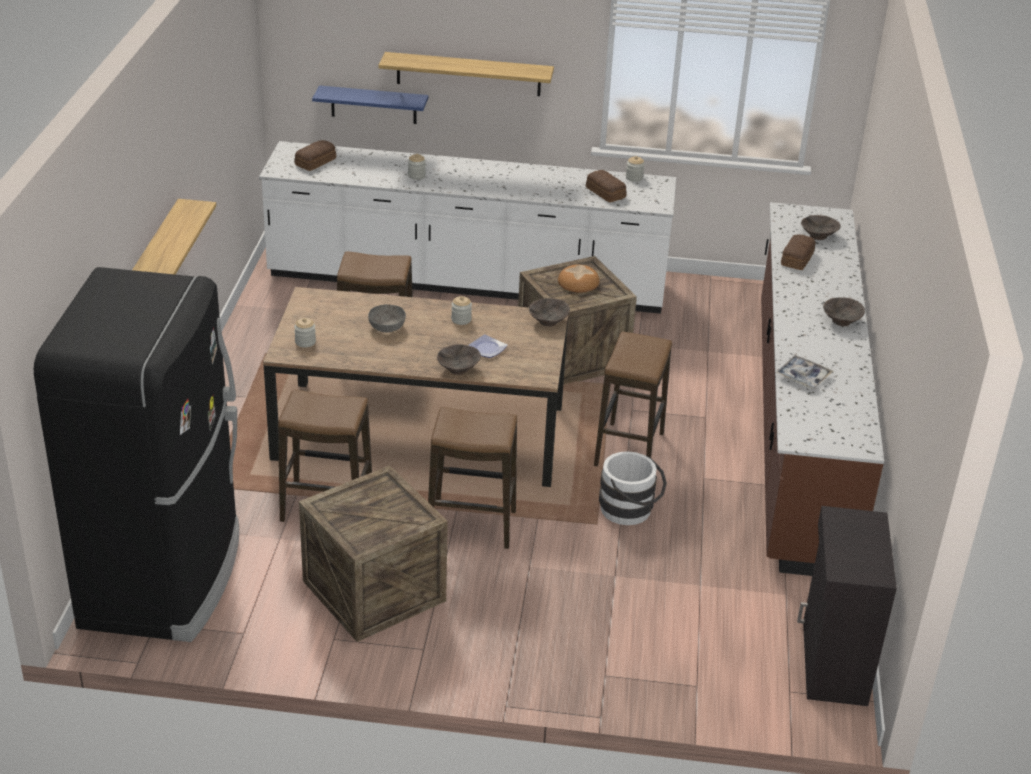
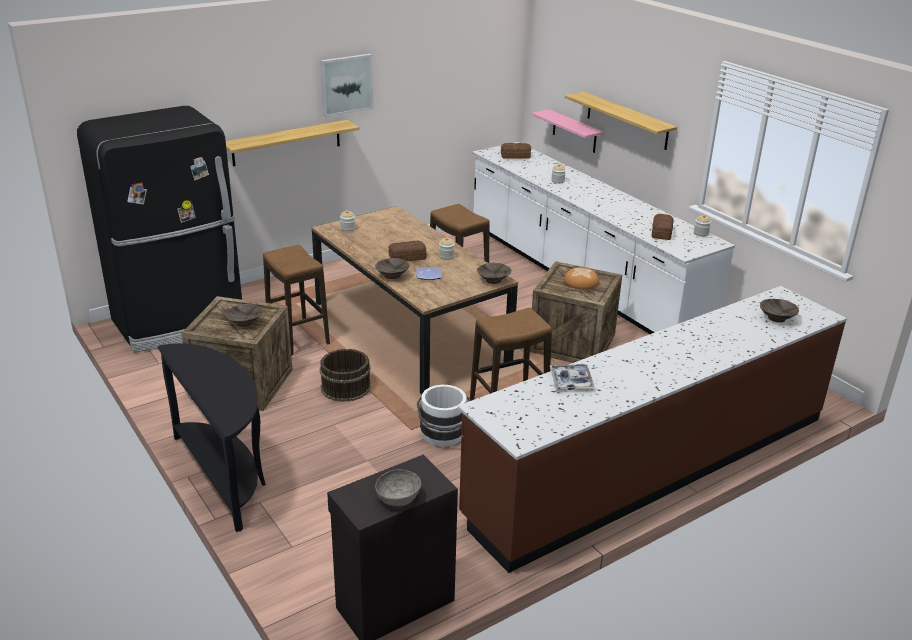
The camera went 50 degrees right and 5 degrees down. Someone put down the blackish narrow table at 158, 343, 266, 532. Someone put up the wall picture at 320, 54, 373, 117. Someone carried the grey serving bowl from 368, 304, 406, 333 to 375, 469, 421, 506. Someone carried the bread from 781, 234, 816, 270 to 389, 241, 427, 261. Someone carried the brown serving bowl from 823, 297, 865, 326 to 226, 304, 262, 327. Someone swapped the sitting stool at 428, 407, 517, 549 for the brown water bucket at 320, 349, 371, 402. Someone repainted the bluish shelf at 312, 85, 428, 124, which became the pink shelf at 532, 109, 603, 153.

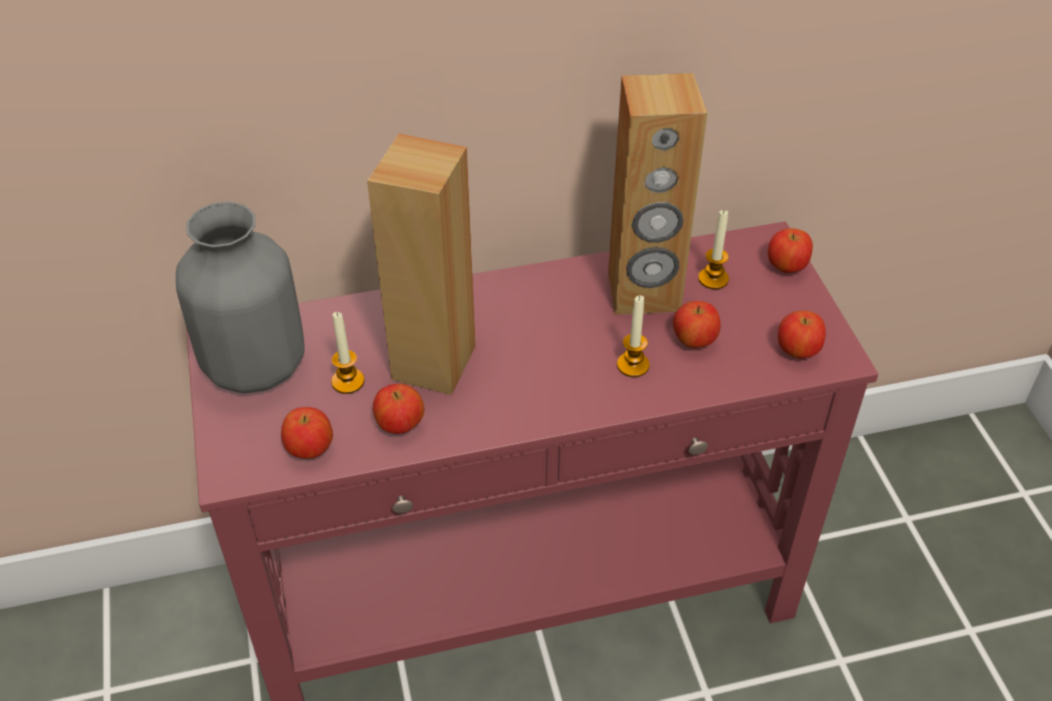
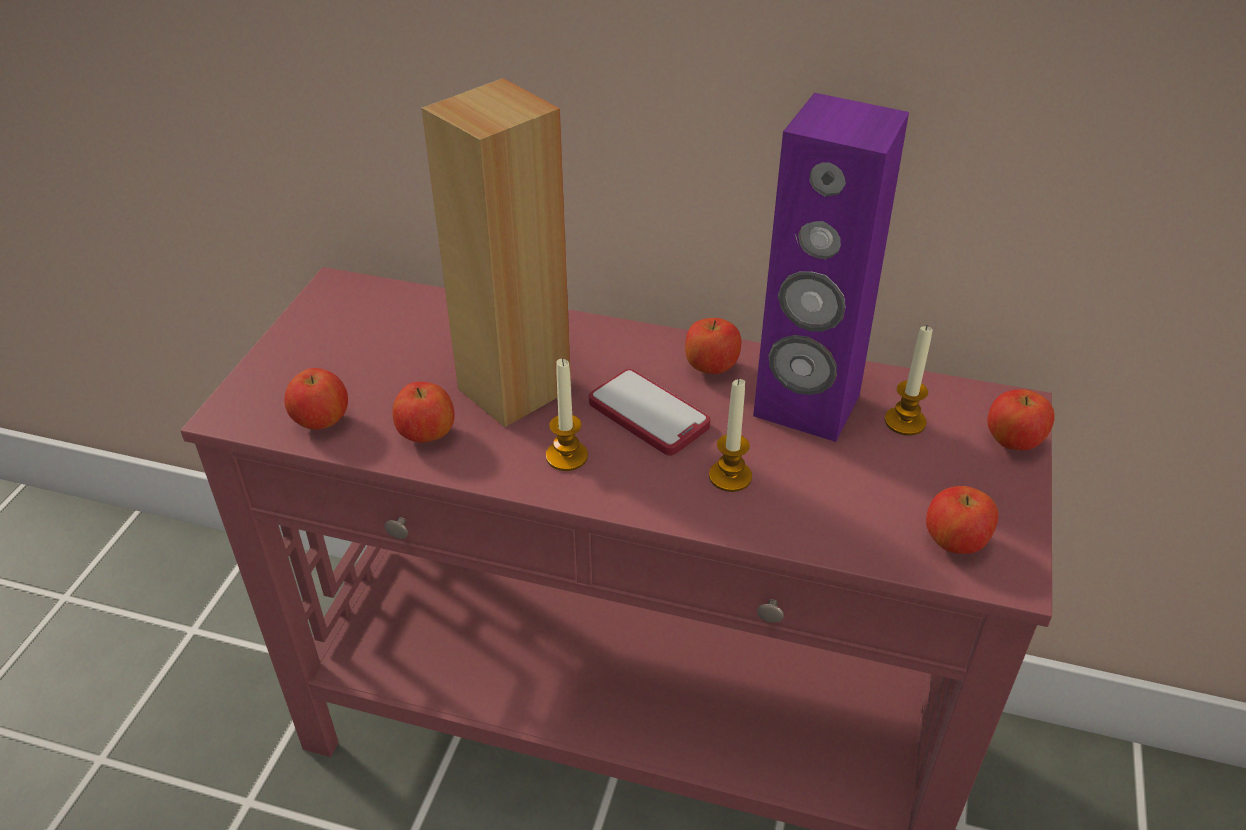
The camera went 30 degrees right and 5 degrees down. Someone took away the grey decorative vase at 176, 202, 304, 393. Someone put down the phone at 589, 369, 710, 456. Someone carried the wax light from 331, 312, 365, 394 to 546, 358, 588, 471. Someone carried the whole apple from 673, 301, 721, 348 to 685, 318, 741, 374. Someone repainted the brown speaker at 608, 73, 707, 315, which became the purple speaker at 753, 93, 909, 442.

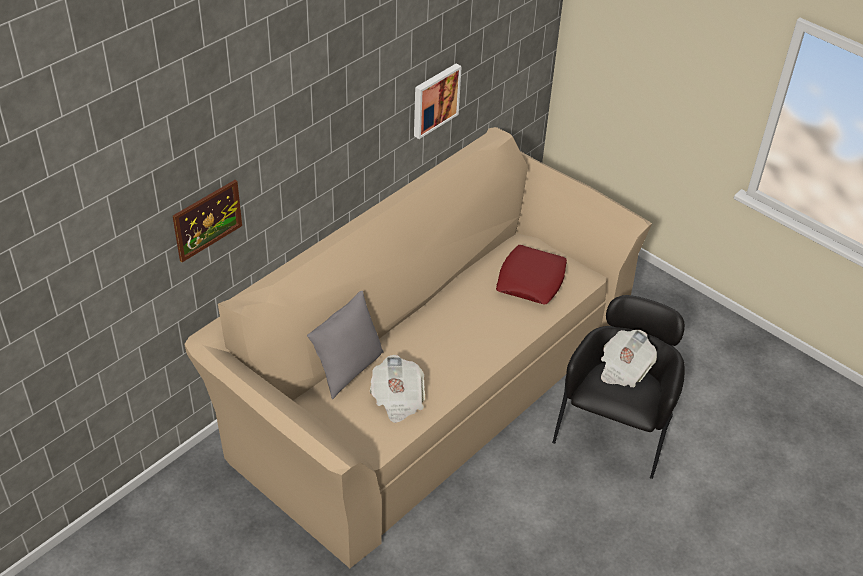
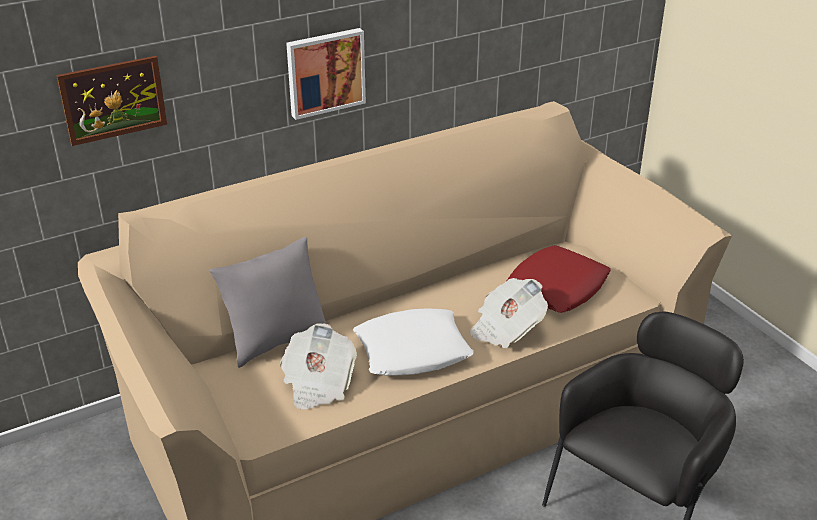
The camera went 20 degrees right and 10 degrees down. Someone put down the whitish throw pillow at 353, 308, 474, 375. Someone carried the wall picture from 414, 64, 462, 139 to 286, 28, 366, 120. Someone carried the printed paper from 601, 330, 657, 388 to 470, 278, 548, 348.

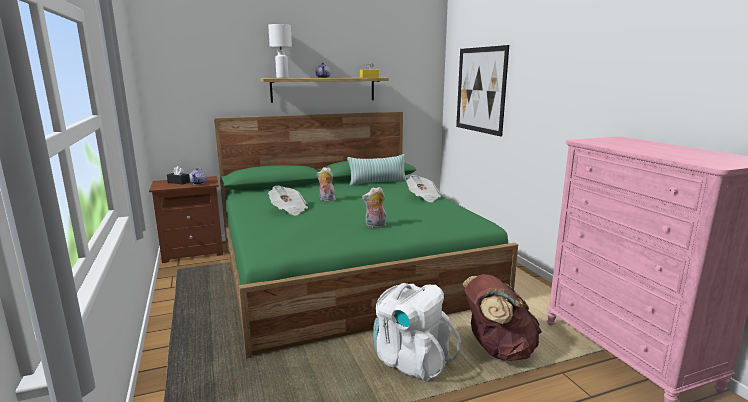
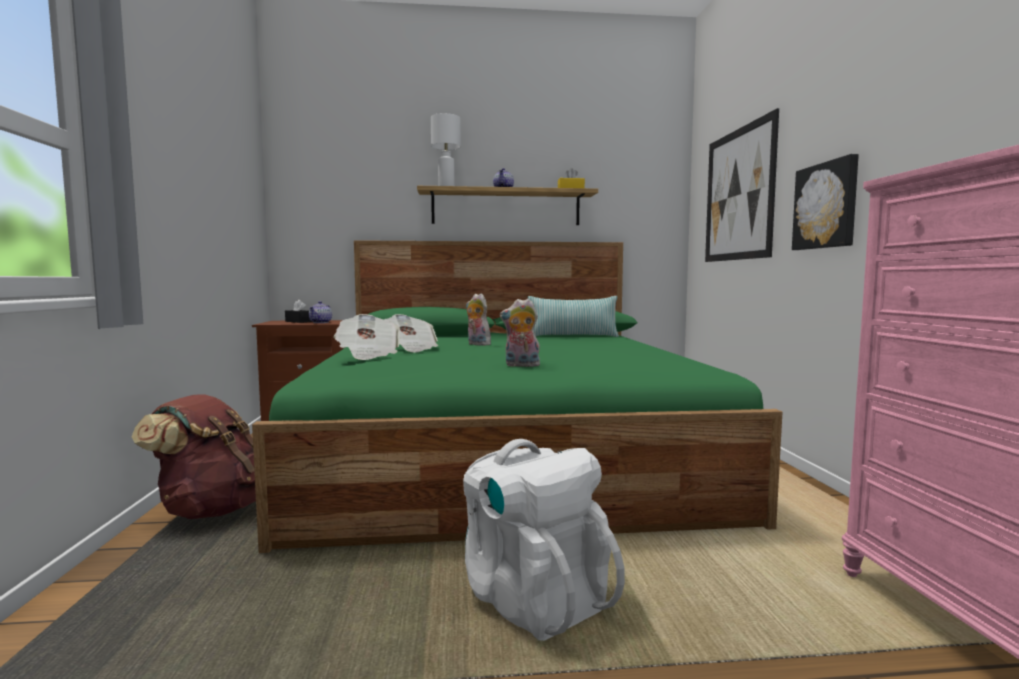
The camera went 15 degrees right and 10 degrees down. Someone put up the wall picture at 792, 154, 859, 250. Someone carried the printed paper from 406, 175, 441, 202 to 334, 314, 400, 360. Someone carried the brown knapsack from 463, 274, 542, 361 to 131, 394, 256, 519.

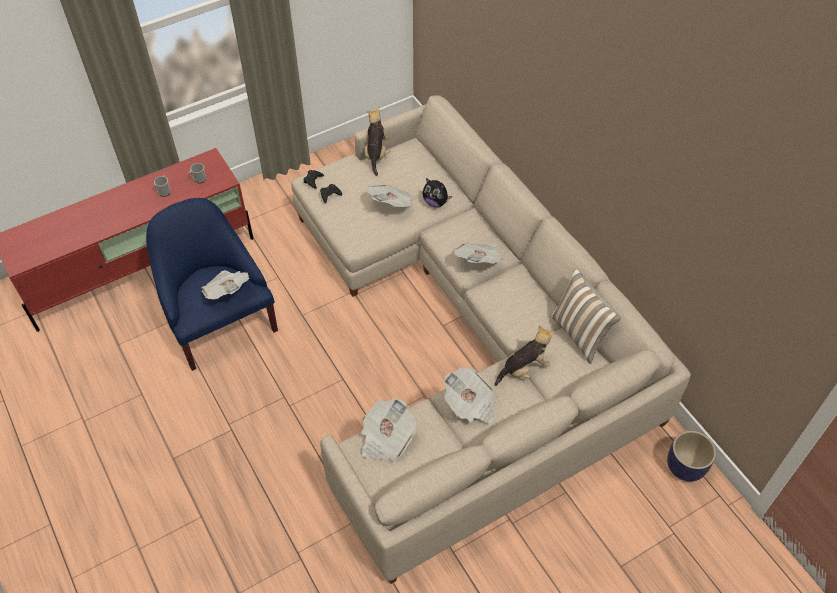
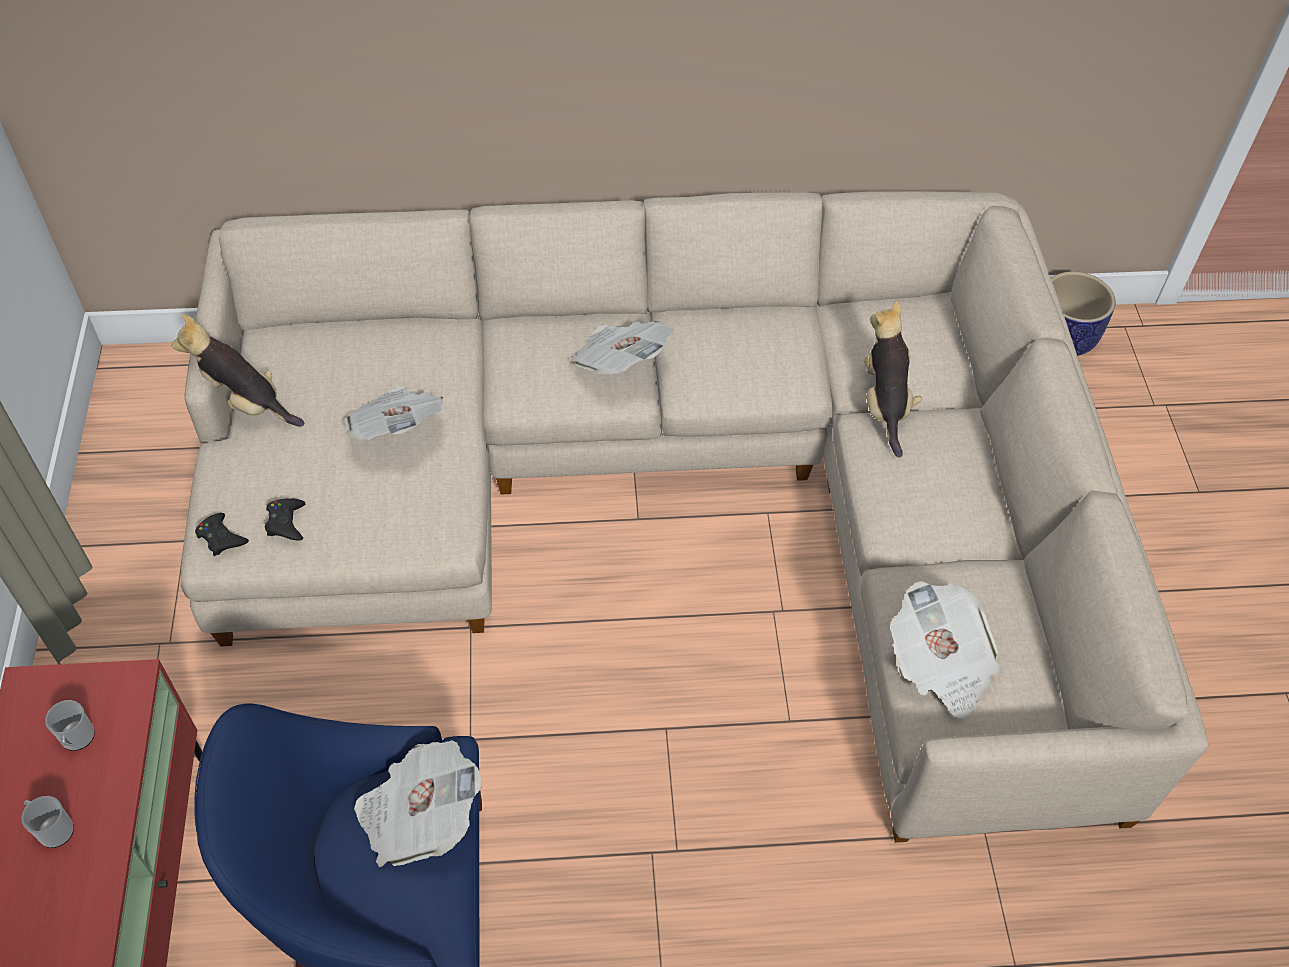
The camera went 65 degrees left and 0 degrees up. Someone took away the cuddly toy at 422, 178, 452, 207. Someone took away the printed paper at 444, 367, 497, 424. Someone took away the throw pillow at 550, 268, 621, 364.

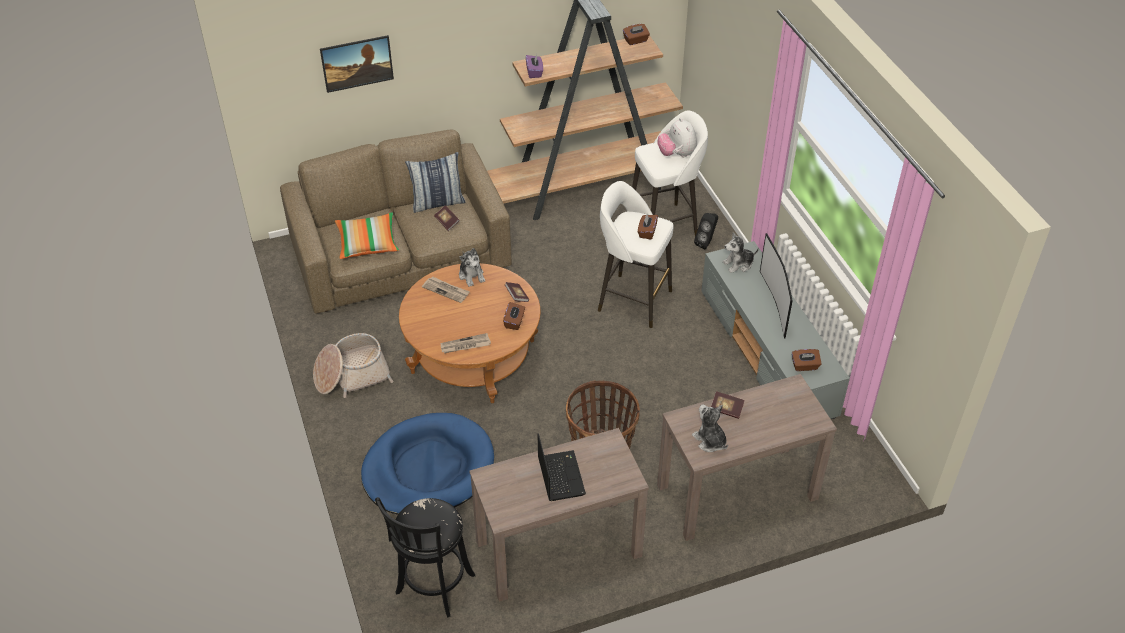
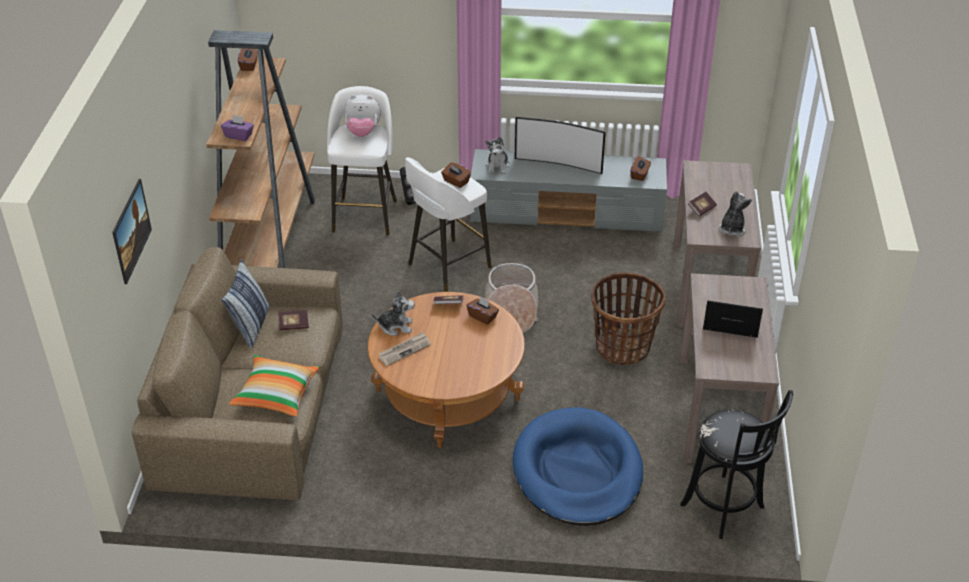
The camera went 65 degrees left and 5 degrees down. Someone took away the printed paper at 441, 333, 491, 353. Someone carried the storage basket from 313, 333, 394, 398 to 485, 263, 538, 333. Someone rotated the cuddly toy at 692, 405, 728, 452 by 120 degrees clockwise.

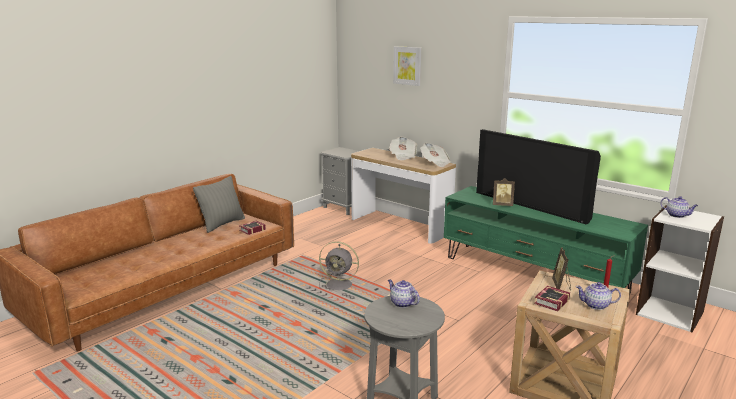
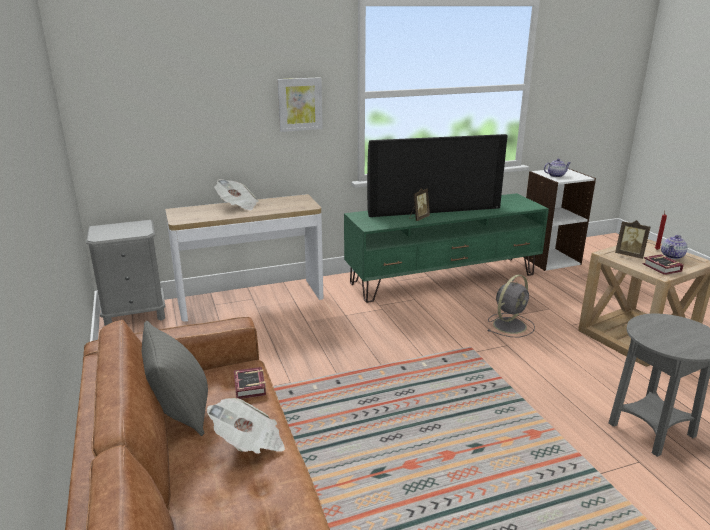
The camera went 60 degrees left and 5 degrees up. Someone took away the pot for tea at 388, 279, 420, 308. Someone carried the grey fan from 319, 241, 359, 291 to 488, 274, 535, 337. Someone carried the wall picture from 393, 46, 421, 86 to 277, 77, 323, 132. Someone carried the printed paper from 420, 143, 451, 167 to 207, 398, 285, 454.

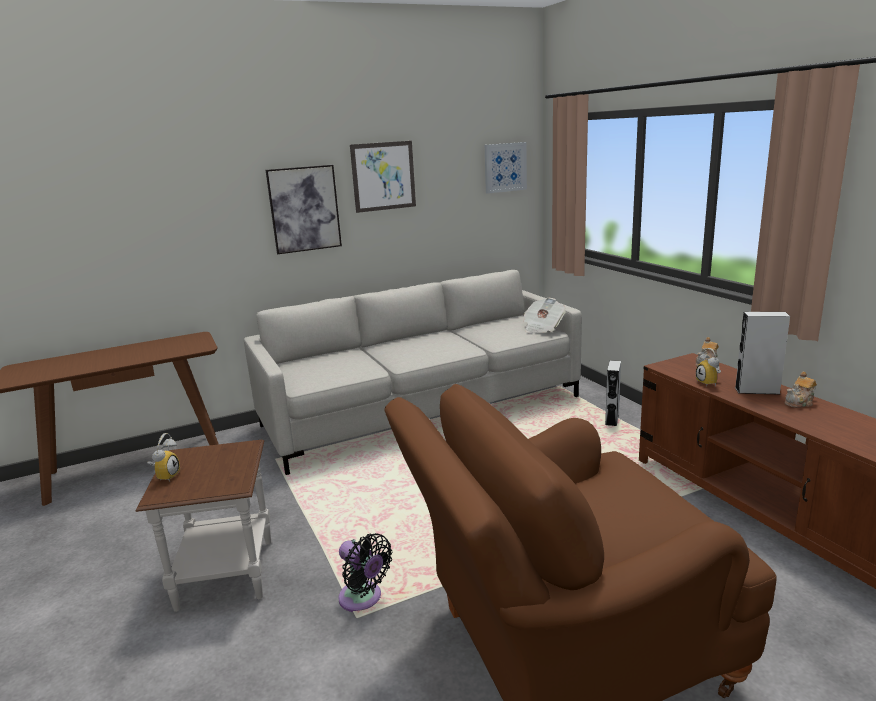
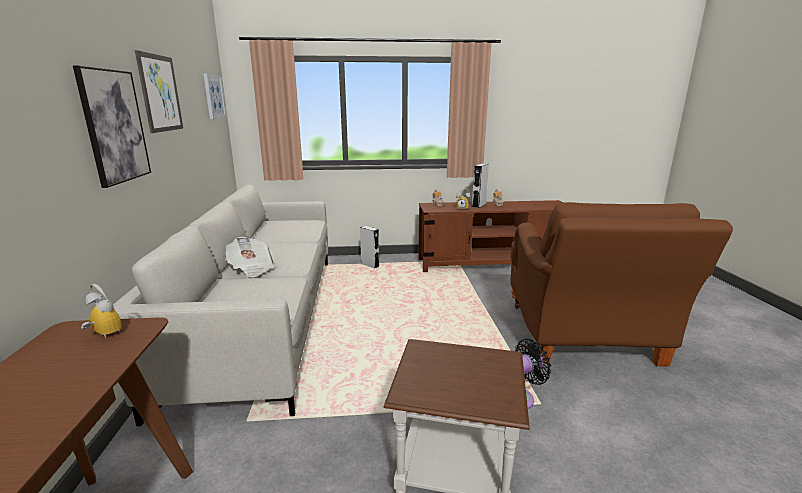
The camera went 70 degrees left and 0 degrees up. Someone carried the table clock from 147, 433, 180, 482 to 81, 284, 122, 338. Someone carried the printed paper from 523, 298, 566, 333 to 226, 237, 275, 278.

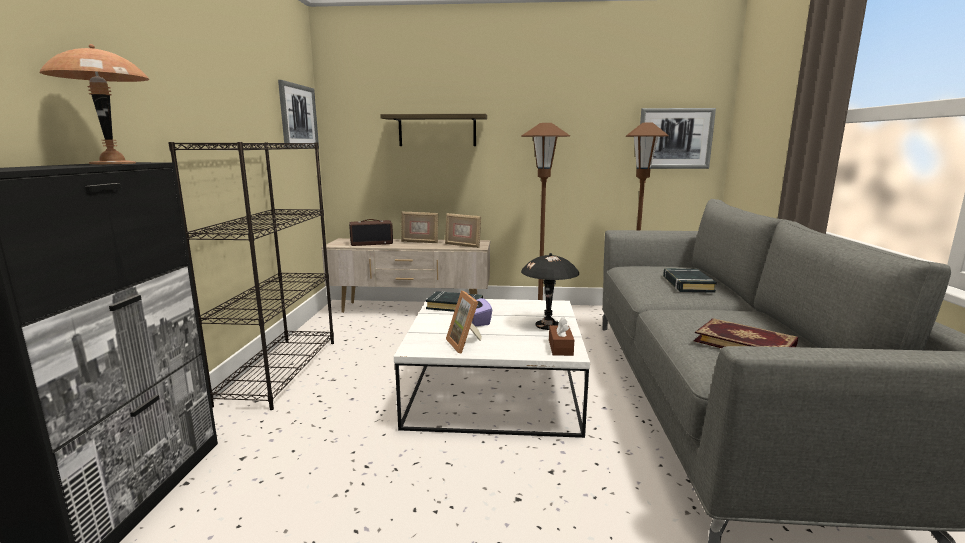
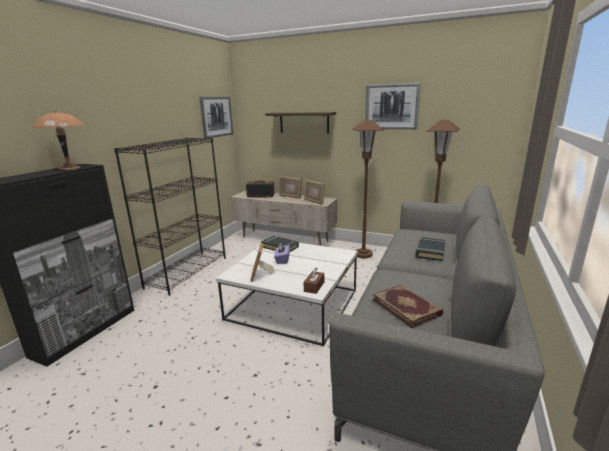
The camera went 20 degrees right and 5 degrees up. Someone took away the blackish tabletop lamp at 521, 253, 579, 330. Someone carried the wall picture from 640, 108, 716, 169 to 365, 83, 421, 129.

